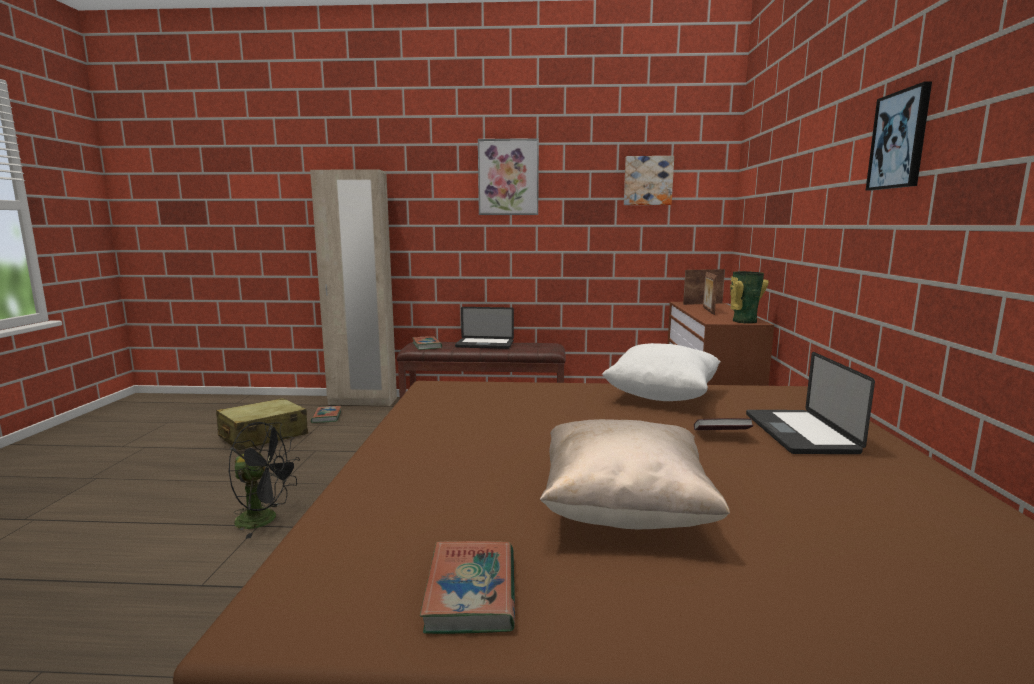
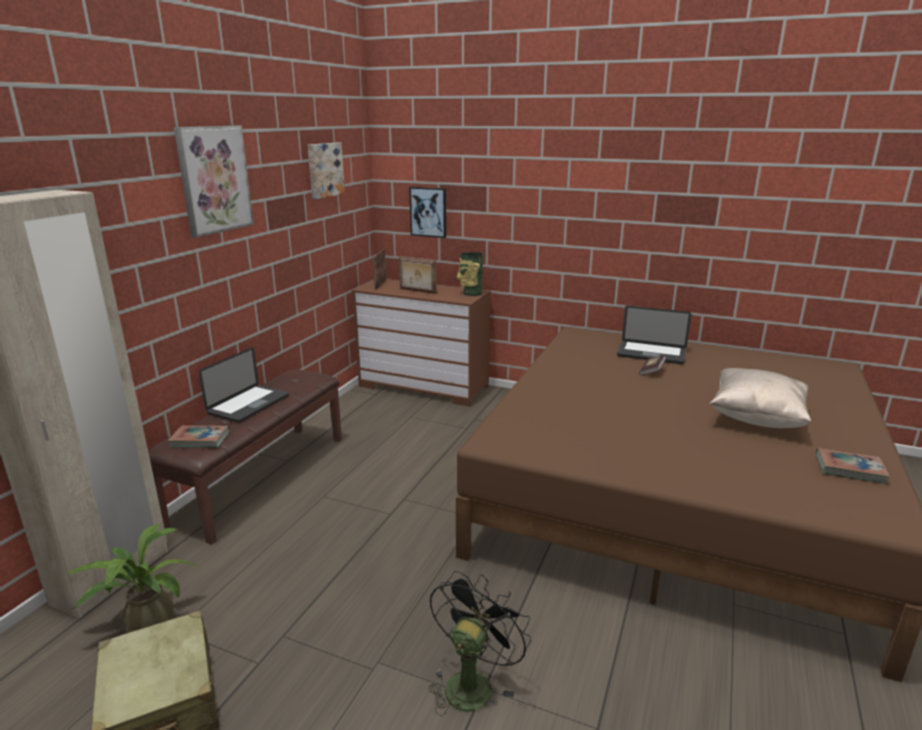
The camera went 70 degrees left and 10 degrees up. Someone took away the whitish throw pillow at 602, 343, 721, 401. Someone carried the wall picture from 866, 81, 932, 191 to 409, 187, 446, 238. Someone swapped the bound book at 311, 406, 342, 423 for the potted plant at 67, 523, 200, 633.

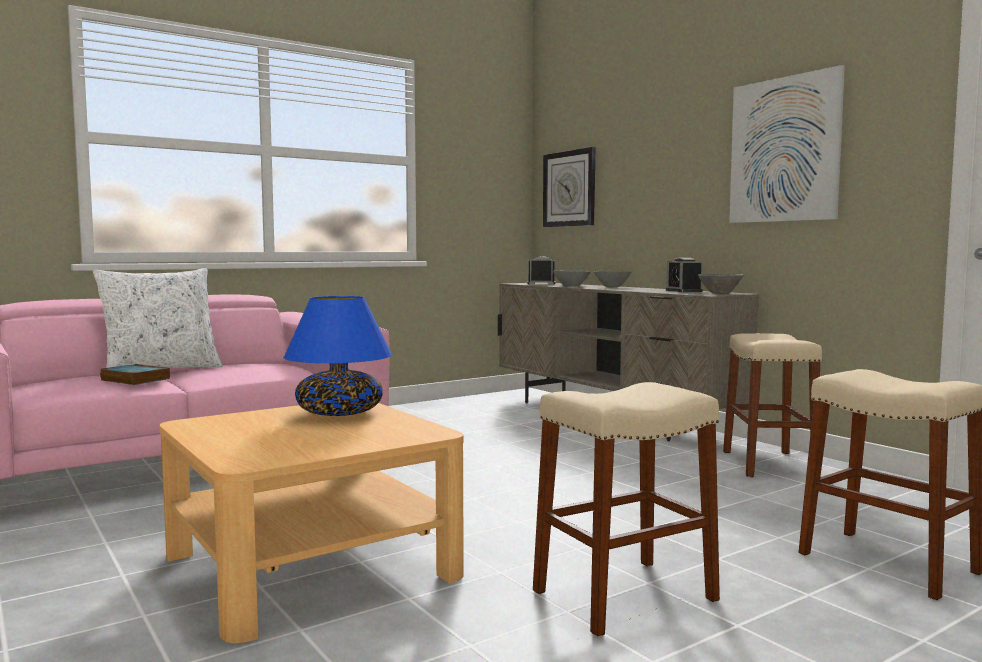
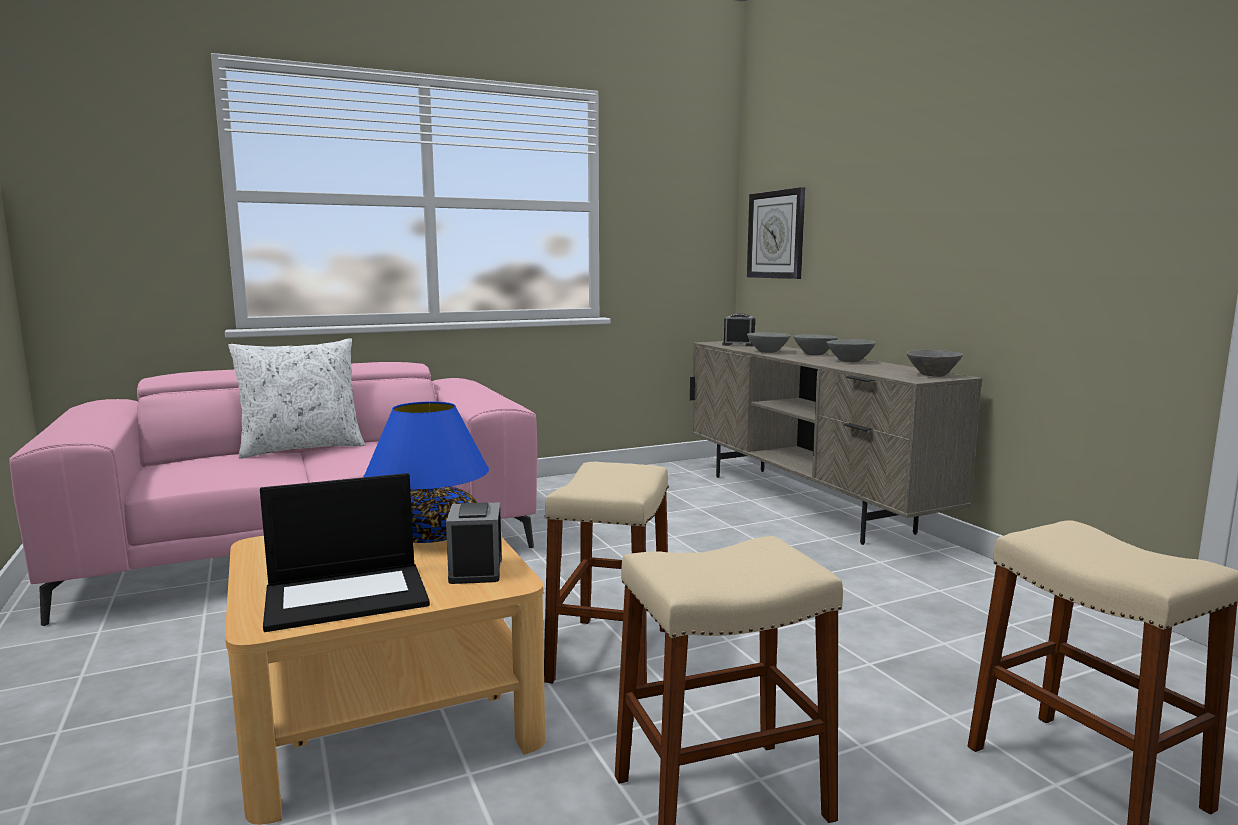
The camera went 10 degrees right and 5 degrees up. Someone took away the bound book at 100, 364, 170, 385. Someone took away the wall picture at 729, 65, 845, 223. Someone put down the laptop at 260, 473, 430, 632. Someone put down the grey serving bowl at 826, 339, 876, 362. Someone carried the table clock from 666, 258, 703, 292 to 446, 502, 502, 584. Someone carried the sand-coloured sitting stool from 723, 333, 822, 477 to 544, 462, 669, 685.

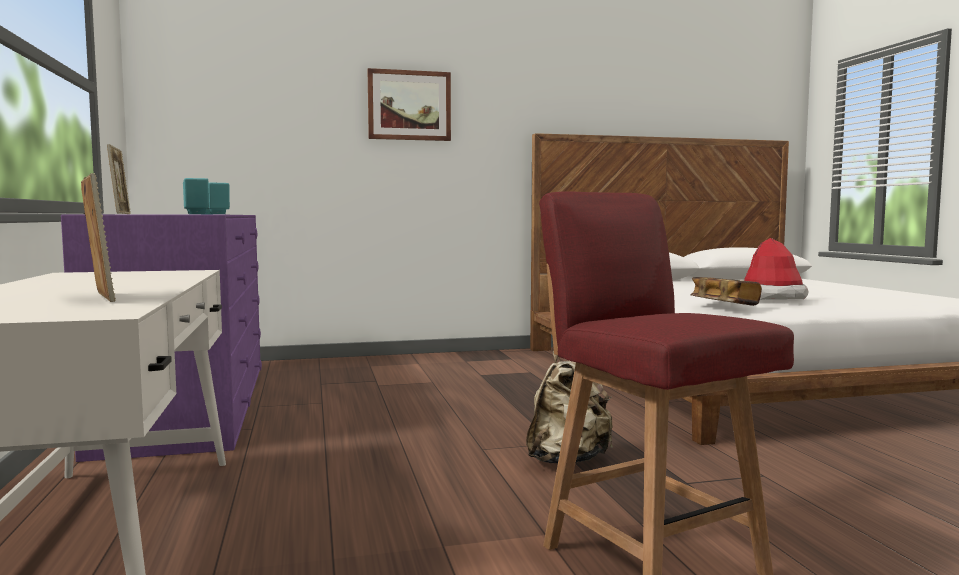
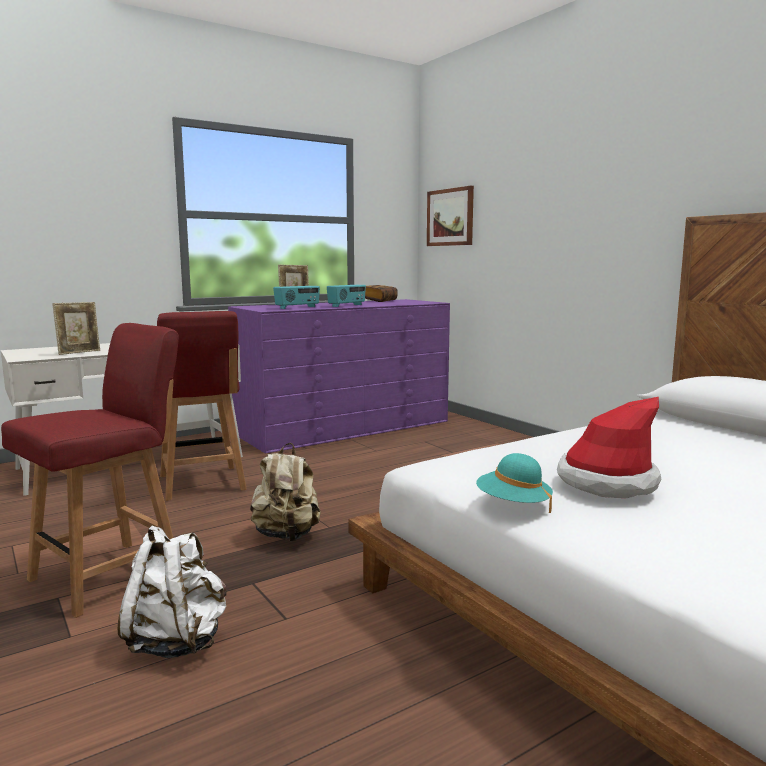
The camera went 70 degrees right and 5 degrees up. Someone put down the whitish knapsack at 118, 526, 226, 658. Someone put down the red chair at 157, 311, 247, 501. Someone put down the turquoise-coloured hat at 476, 453, 553, 513. Someone carried the wall picture from 368, 68, 451, 141 to 427, 186, 474, 246. Someone carried the bound book from 690, 277, 762, 306 to 365, 285, 398, 302.

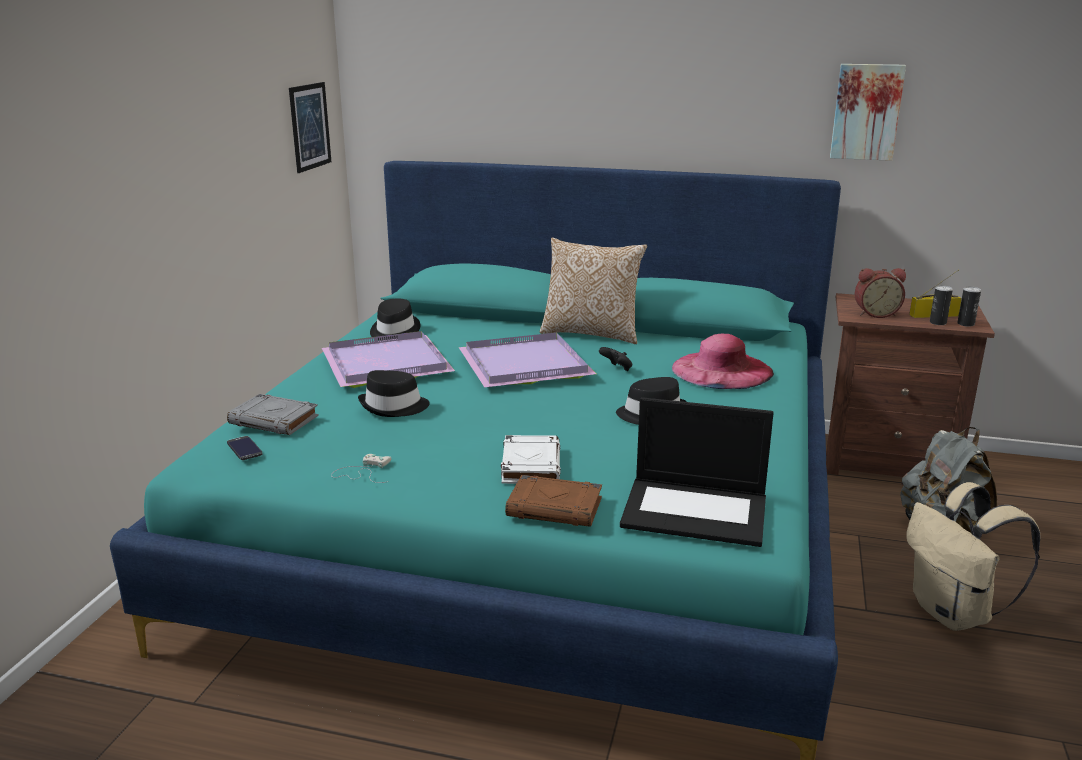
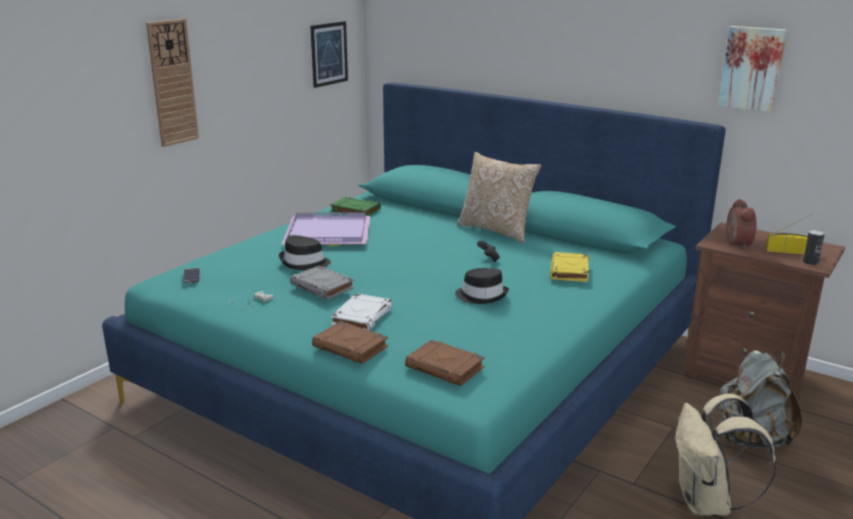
The camera went 20 degrees right and 0 degrees up. Someone took away the purple carrying tray at 459, 333, 596, 387. Someone took away the can at 930, 285, 953, 325. Someone put up the clock on the wall at 146, 19, 199, 147. Someone carried the grey bound book from 227, 394, 319, 435 to 290, 266, 355, 300. Someone swapped the blackish hat at 370, 299, 421, 341 for the green bound book at 330, 197, 381, 216. Someone swapped the laptop at 620, 397, 774, 547 for the brown bound book at 405, 339, 485, 386. Someone swapped the pink hat at 672, 334, 774, 389 for the yellow-coloured bound book at 550, 252, 589, 282. Someone rotated the table clock at 855, 268, 906, 318 by 105 degrees counterclockwise.

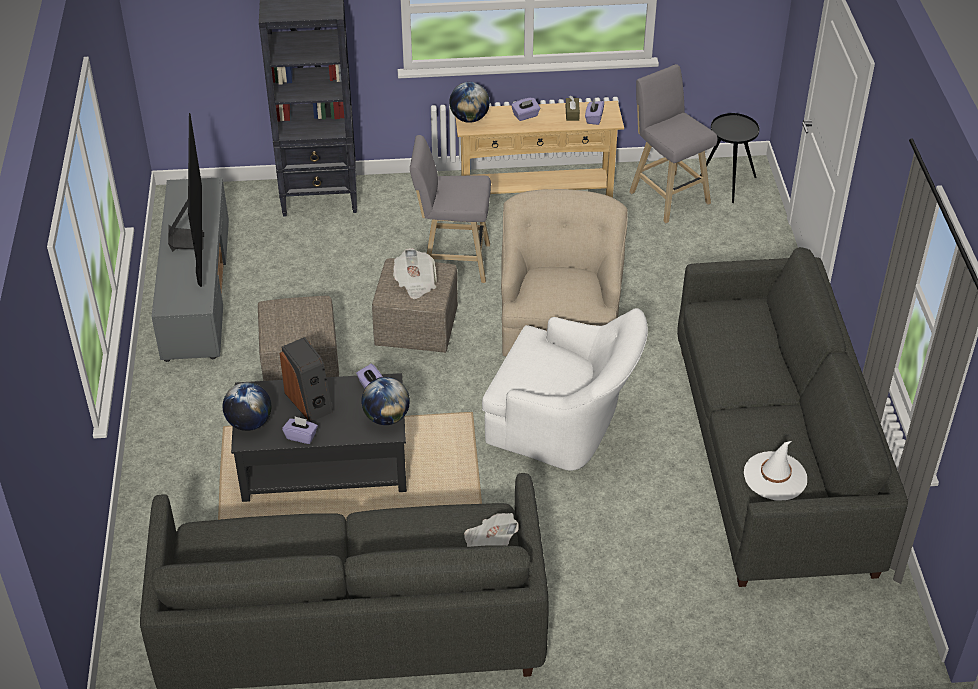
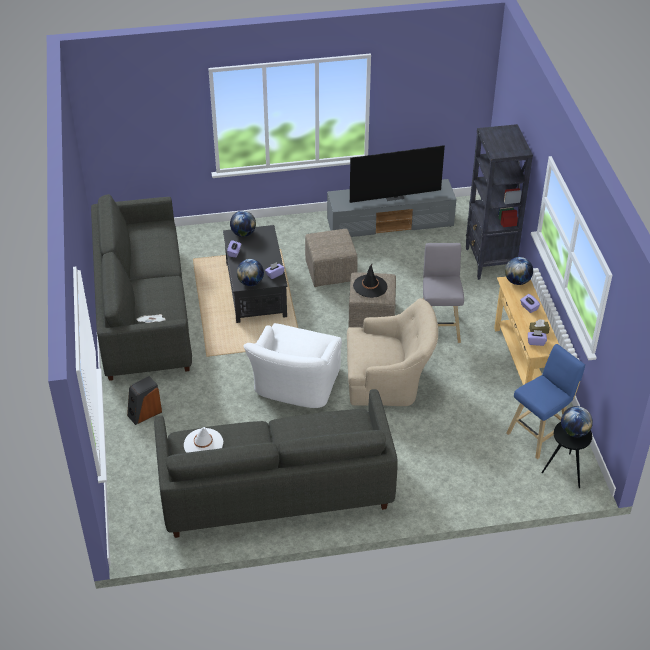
The camera went 85 degrees right and 0 degrees up. Someone put down the globe at 561, 406, 593, 437. Someone carried the speaker from 280, 337, 333, 422 to 127, 376, 162, 425. Someone swapped the printed paper at 393, 248, 437, 299 for the blackish hat at 353, 264, 388, 298. Someone repainted the grey sitting stool at 629, 64, 717, 223, which became the bluish sitting stool at 506, 344, 585, 459.

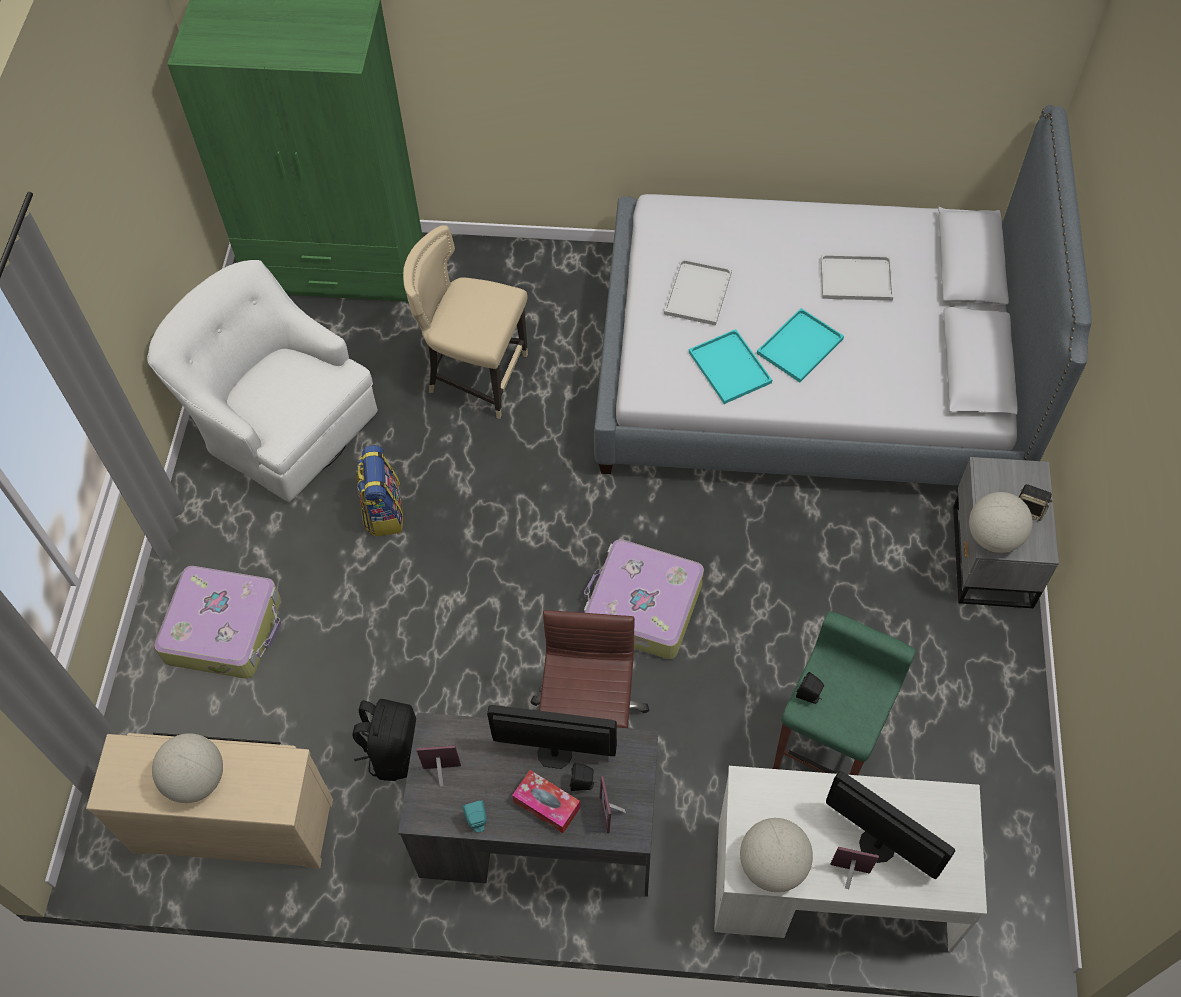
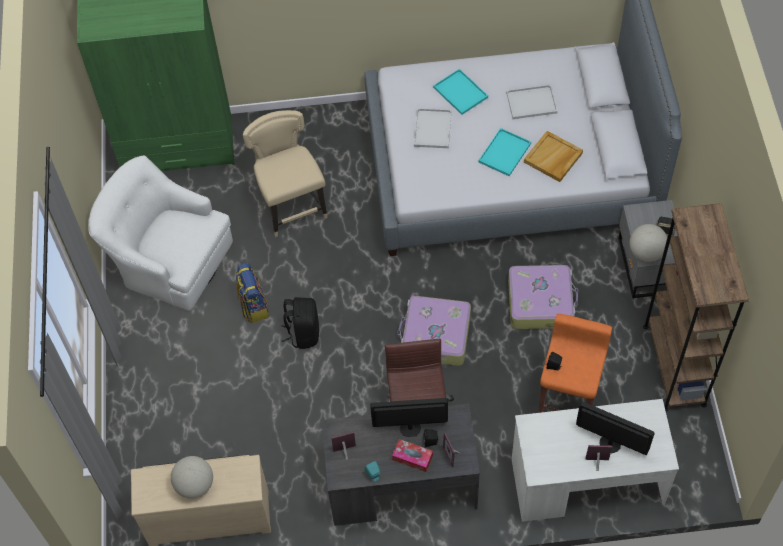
The camera went 10 degrees left and 0 degrees up. Someone took away the globe at 740, 818, 813, 892. Someone put down the sand-coloured carrying tray at 524, 131, 583, 182. Someone put down the brown bookcase at 643, 203, 749, 412. Someone carried the suitcase from 154, 566, 281, 679 to 508, 265, 578, 329. Someone carried the blackish knapsack from 353, 699, 416, 781 to 282, 297, 319, 349. Someone carried the turquoise-coloured carrying tray from 689, 329, 772, 404 to 433, 69, 488, 115. Someone repainted the green sitting stool at 773, 611, 916, 775, which became the orangey sitting stool at 538, 314, 612, 413. Someone rotated the sand-coloured chair at 403, 225, 528, 419 by 60 degrees clockwise.

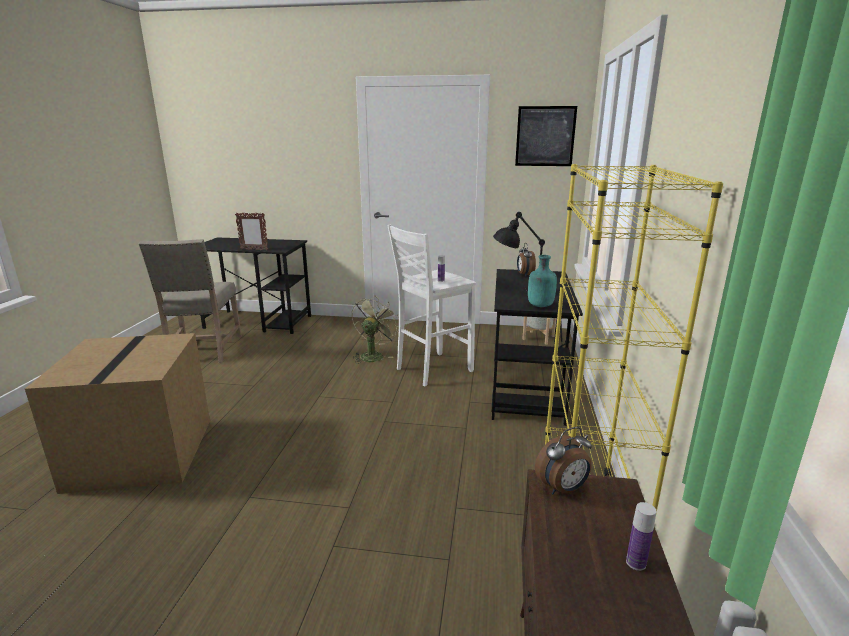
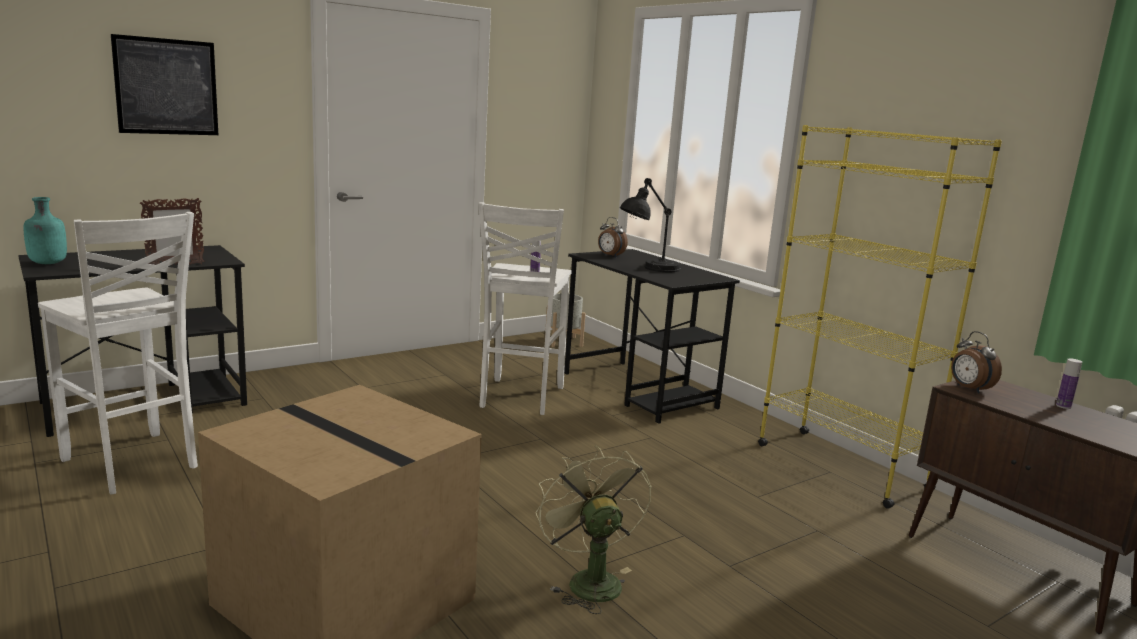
The camera went 45 degrees left and 5 degrees down. Someone carried the green fan from 352, 296, 399, 364 to 536, 445, 652, 614. Someone carried the wall picture from 515, 106, 577, 166 to 111, 34, 218, 135. Someone carried the turquoise-coloured drink bottle from 528, 255, 557, 307 to 23, 197, 67, 264. Someone swapped the sand-coloured chair at 139, 239, 242, 363 for the whitish sitting stool at 38, 212, 198, 495. Someone rotated the table clock at 535, 427, 592, 494 by 135 degrees clockwise.

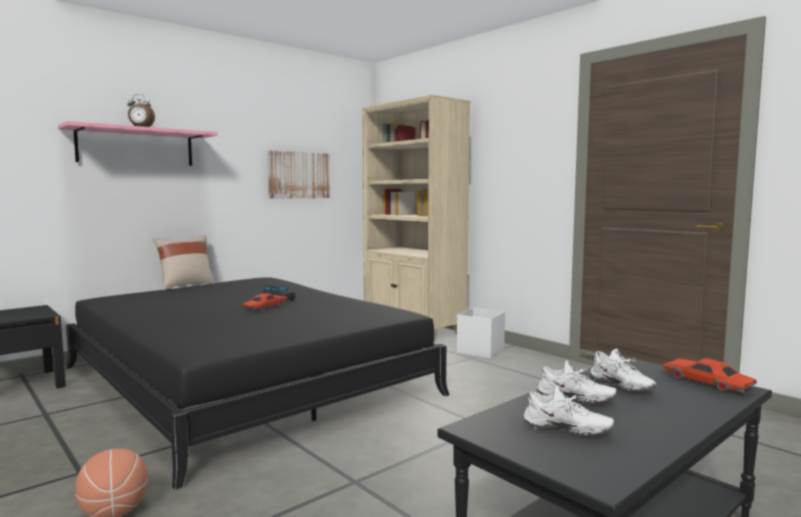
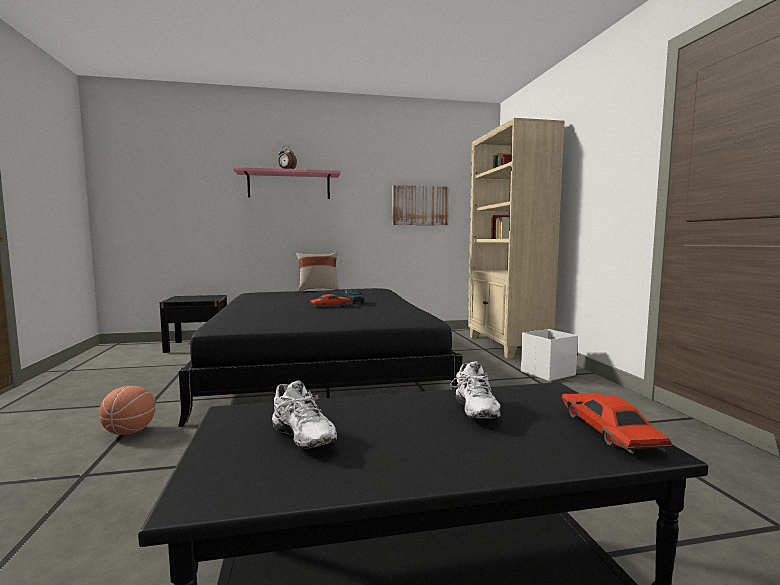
The camera went 30 degrees right and 0 degrees up. Someone took away the whitish item of footwear at 537, 360, 617, 403.

